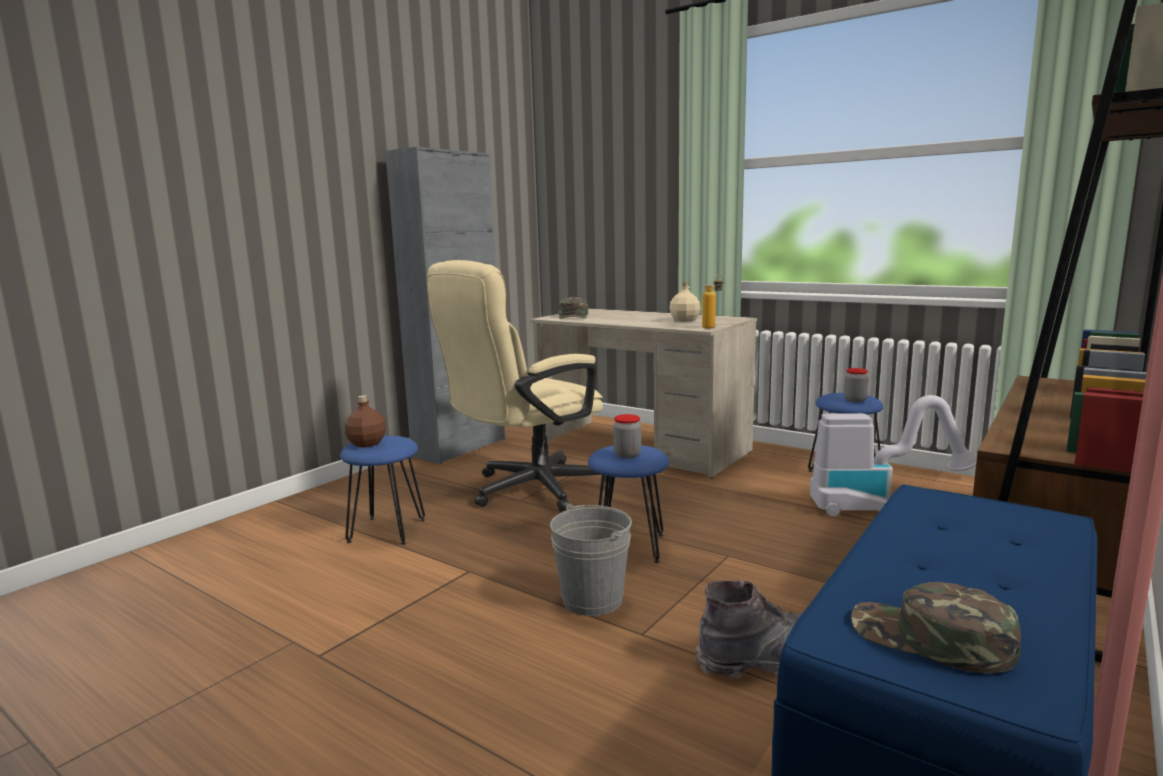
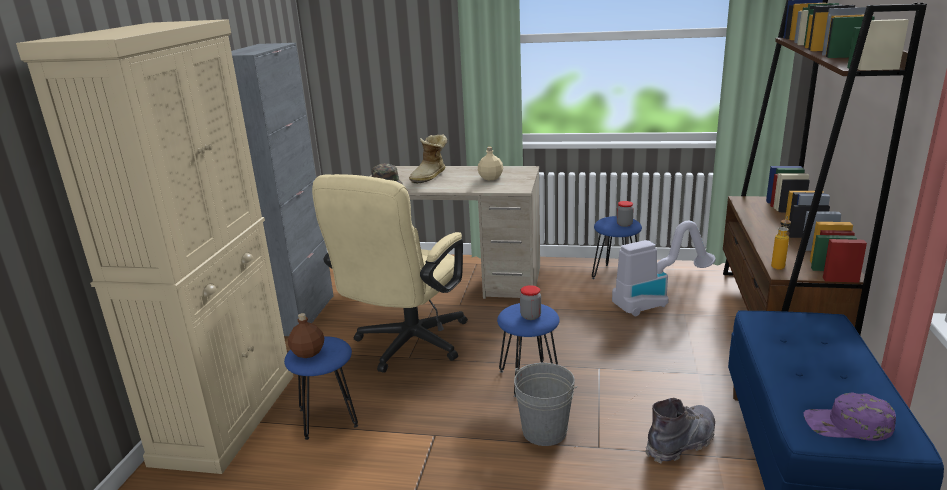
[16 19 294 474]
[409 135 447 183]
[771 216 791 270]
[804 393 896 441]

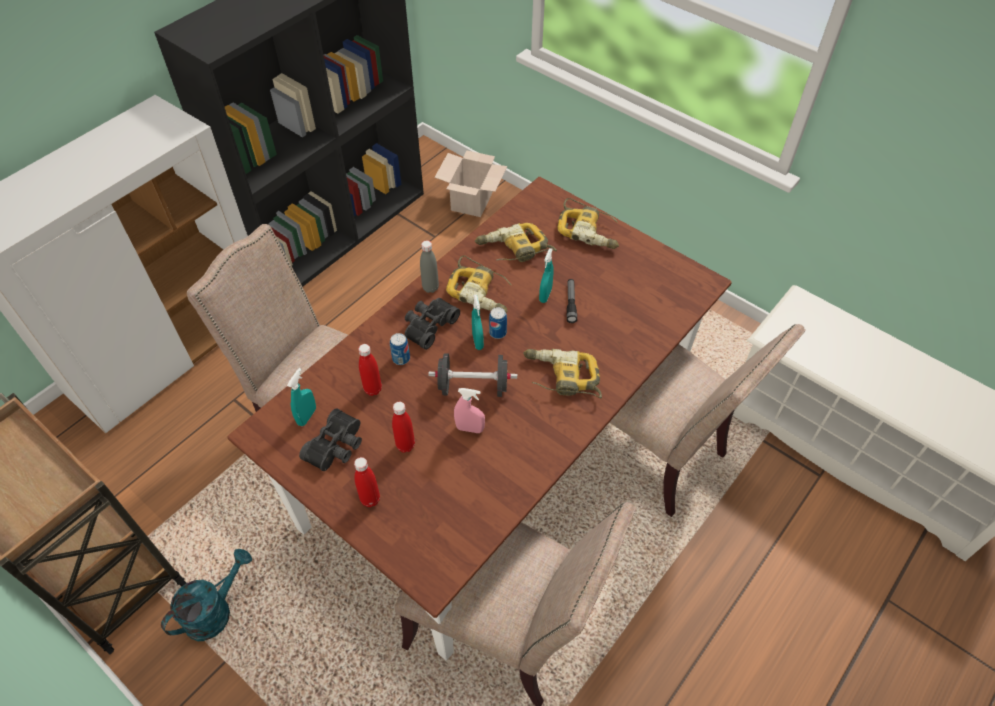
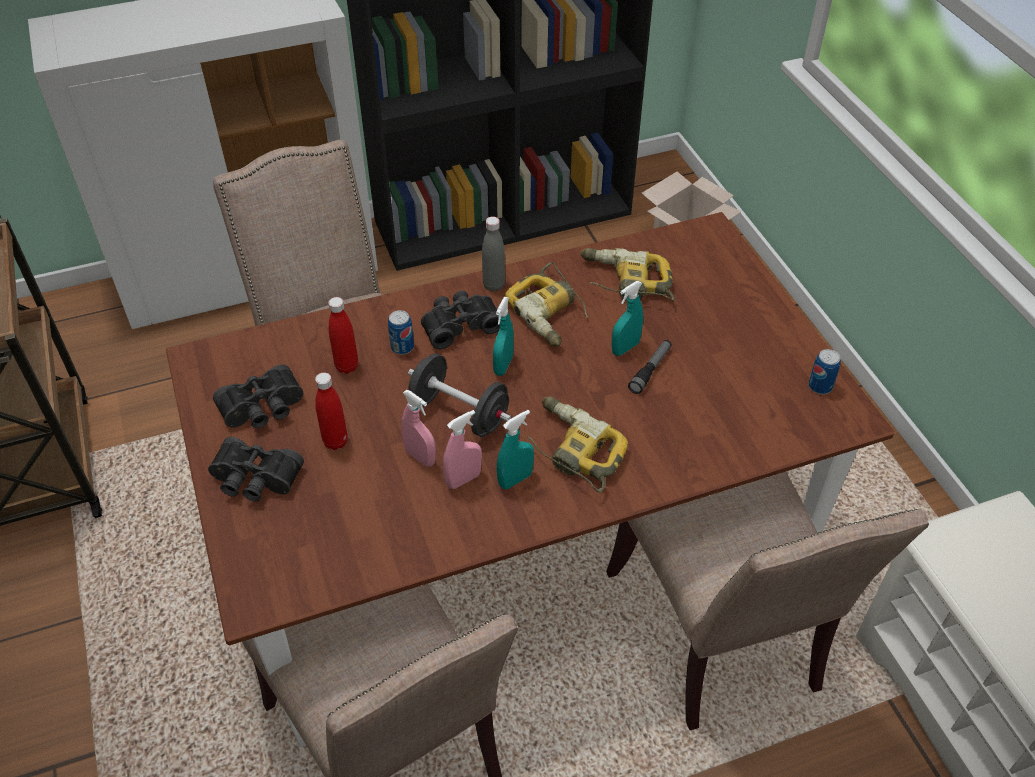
[161 549 252 641] (first image)
[558 198 619 249] (first image)
[443 410 482 489]
[496 410 534 489]
[808 349 841 394]
[208 437 304 502]

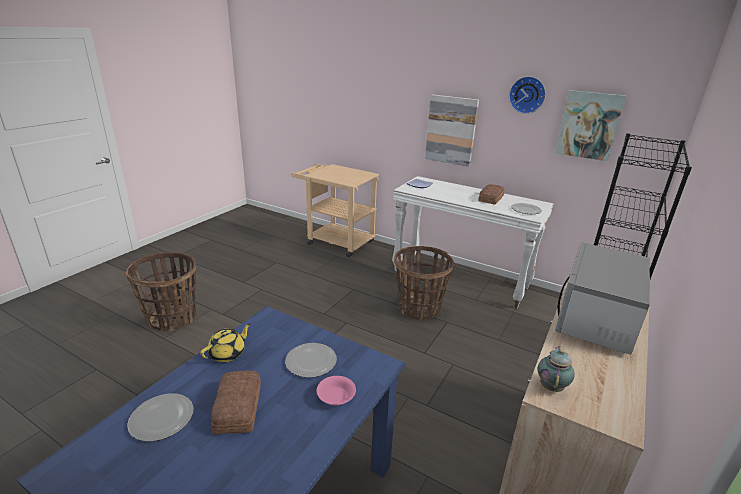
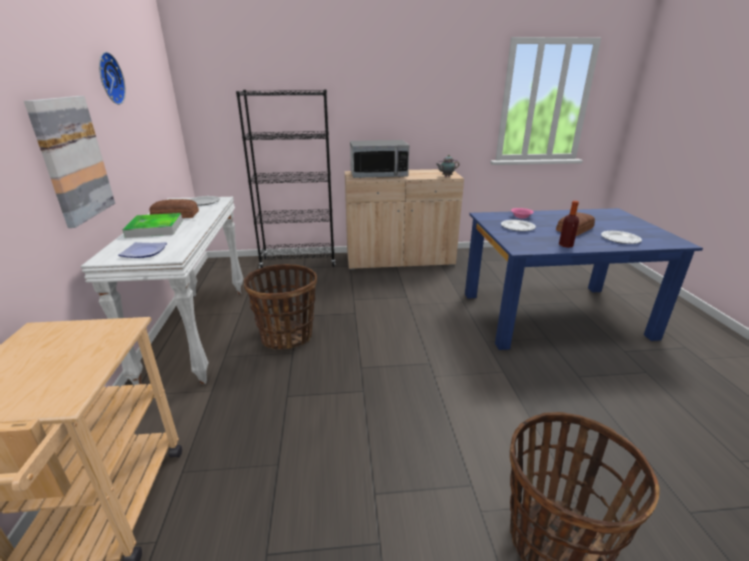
[555 90 626 161] (first image)
[123 213 183 238]
[559 201 579 248]

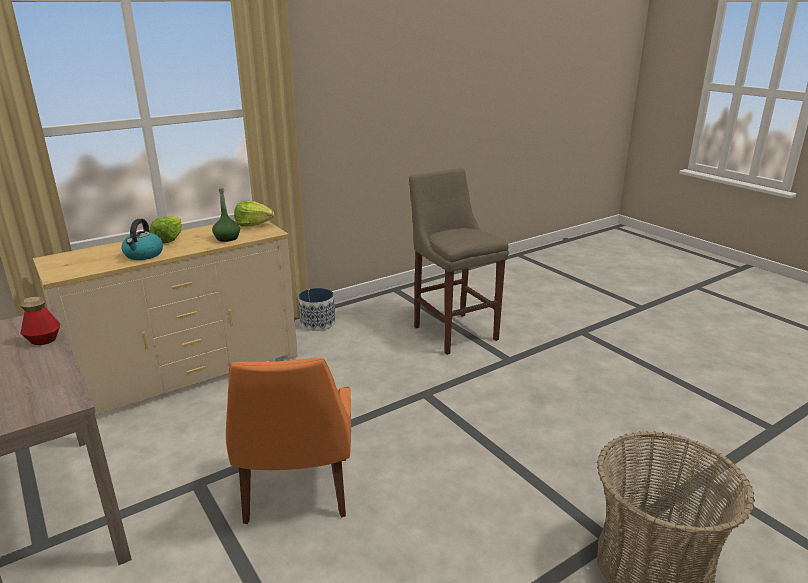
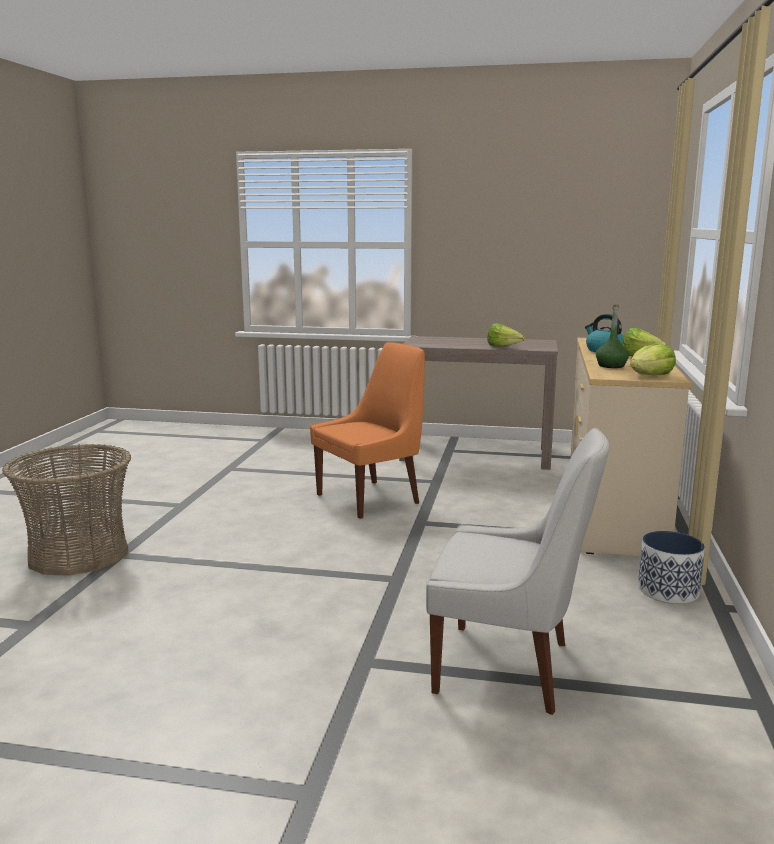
[487 323 525 347]
[426 428 610 715]
[310 342 425 519]

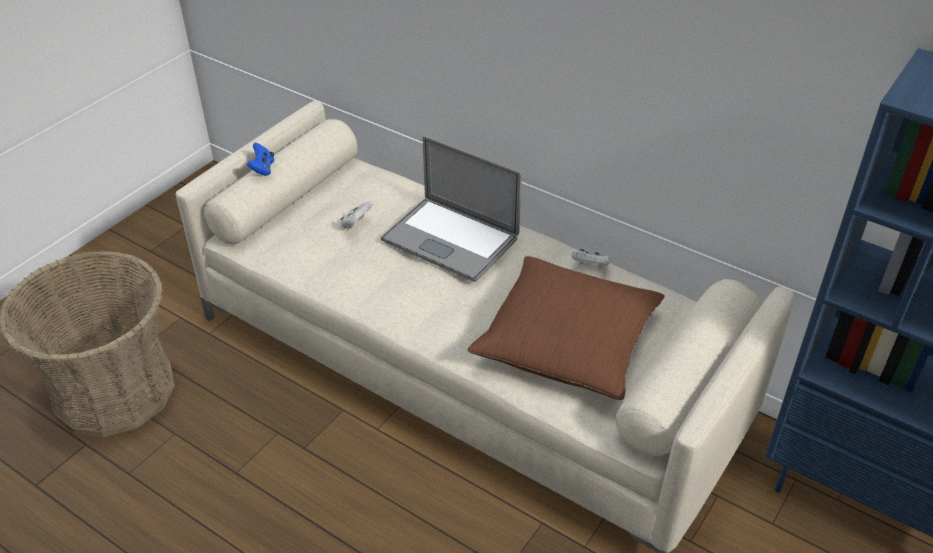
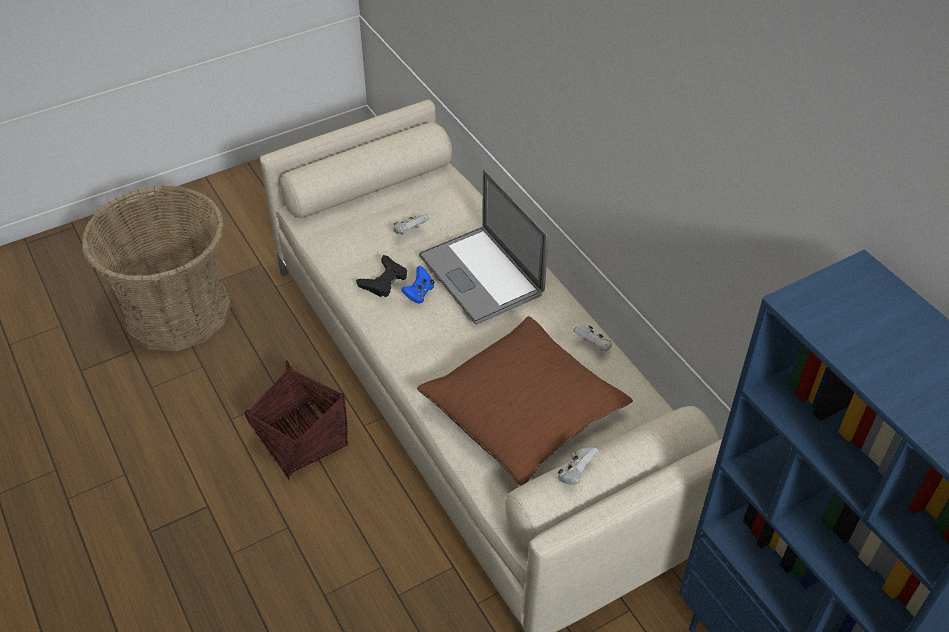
[244 360 348 479]
[356 255 407 297]
[558 447 599 485]
[401 266 434 304]

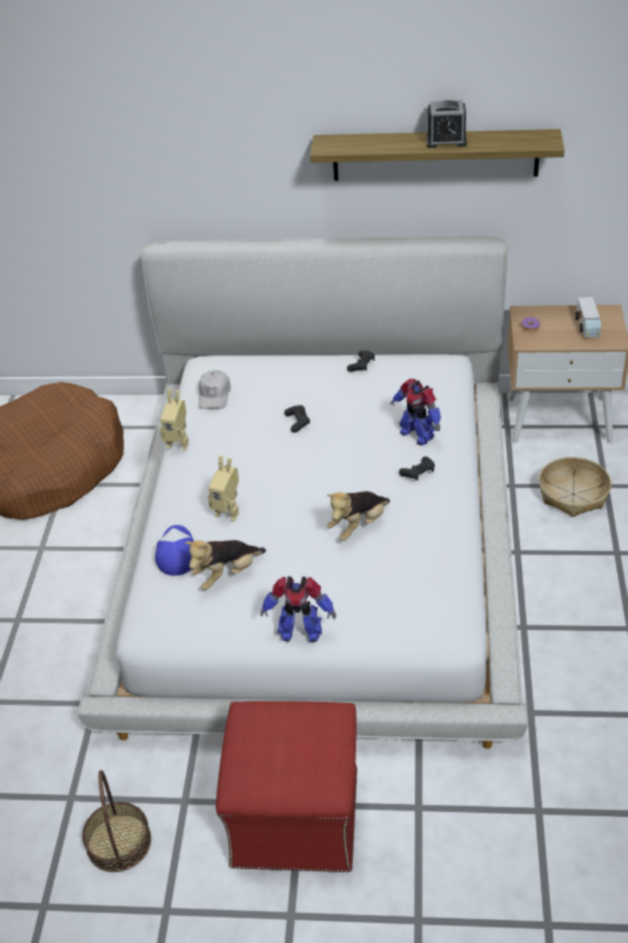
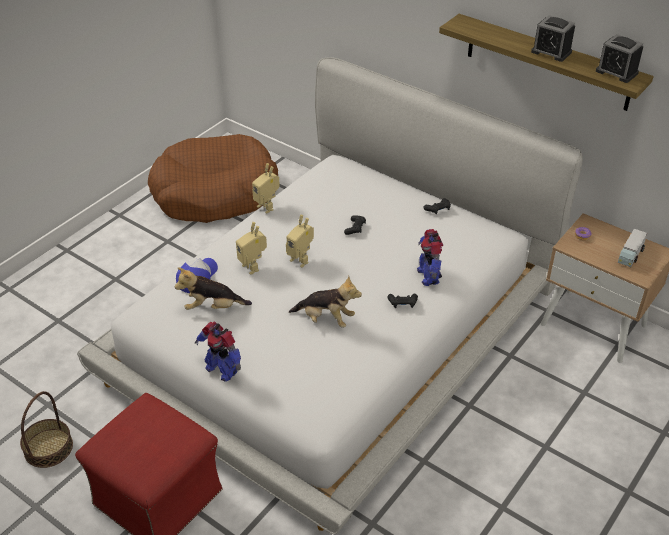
[199 370 231 409] (first image)
[539 457 612 517] (first image)
[286 215 314 268]
[596 34 643 83]
[289 276 362 328]

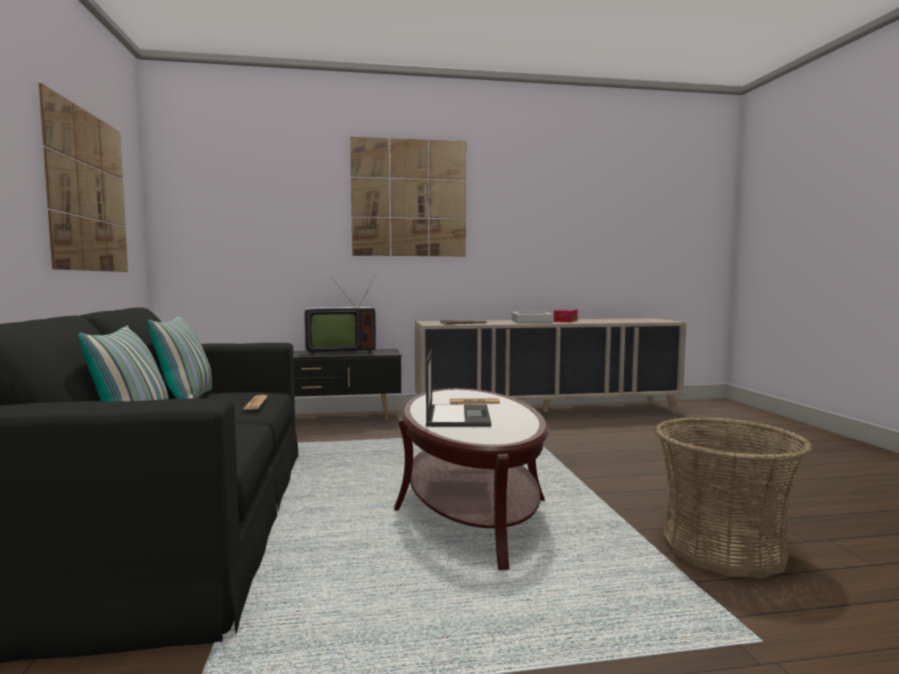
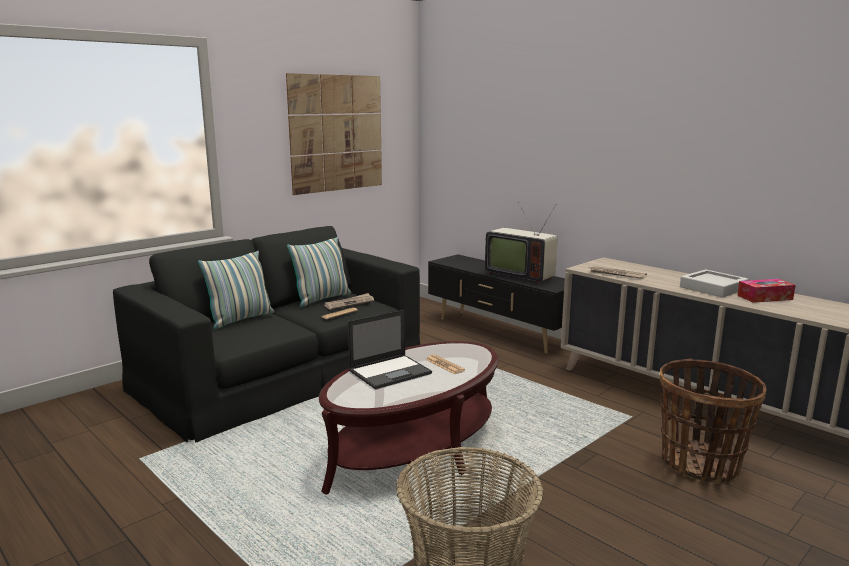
[350 137 466 256] (first image)
[324 293 374 310]
[660 359 766 484]

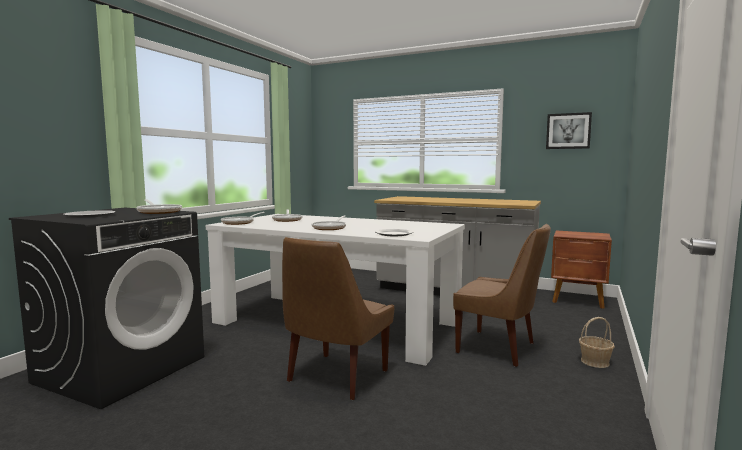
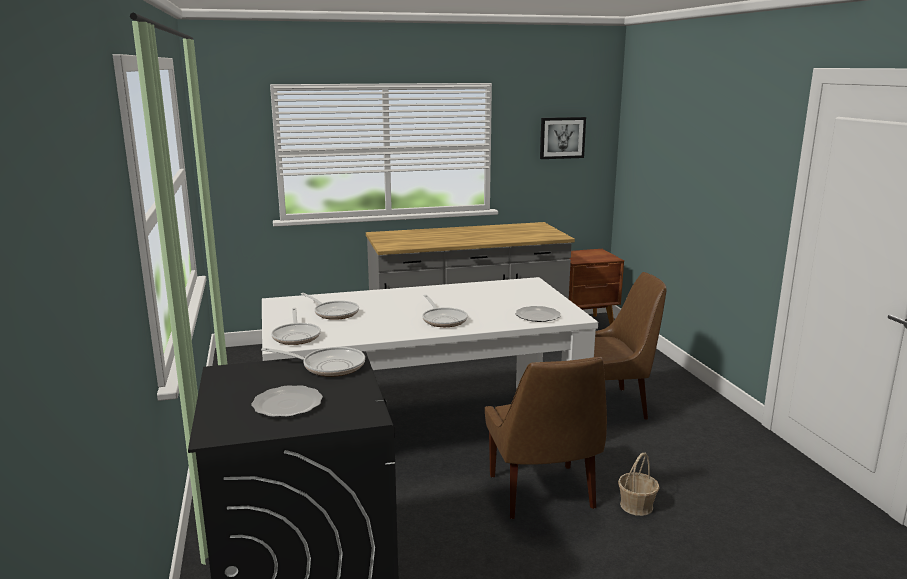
[618 453 660 516]

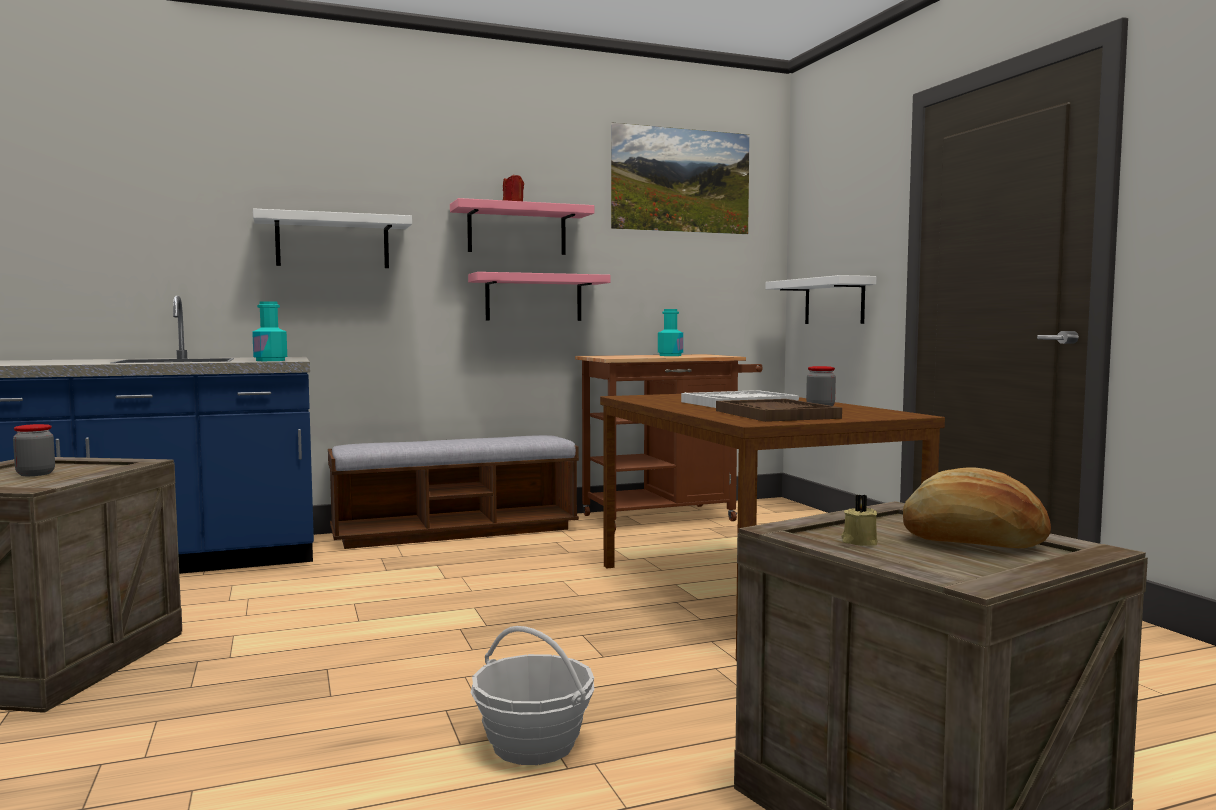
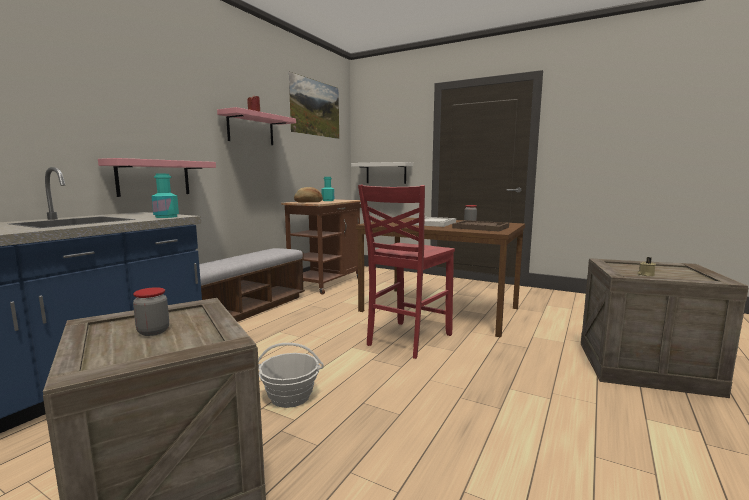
[253 208 412 268] (first image)
[358 184 455 359]
[98 158 216 197]
[258 343 324 408]
[294 187 323 202]

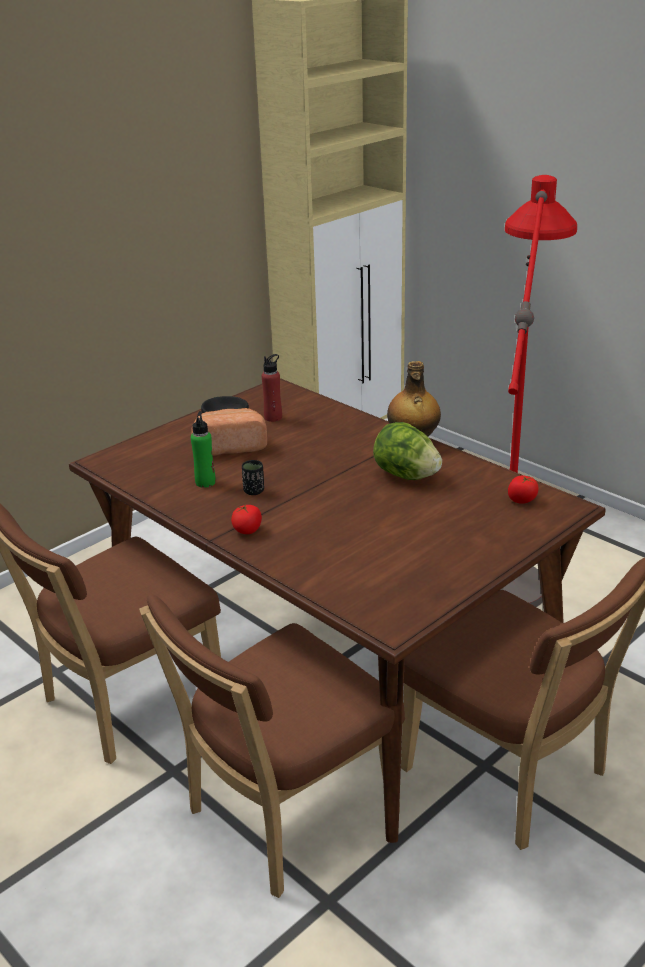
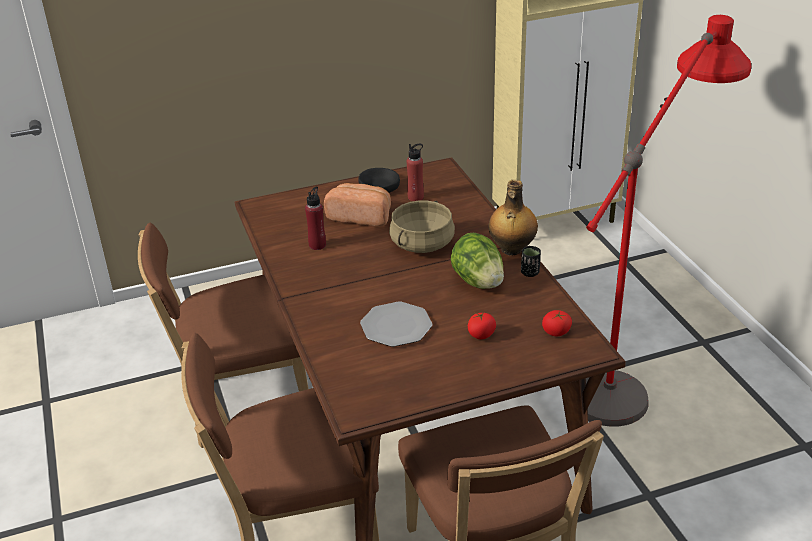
[360 302 432 347]
[389 200 455 253]
[468 313 496 339]
[521 246 541 277]
[305 187 326 250]

